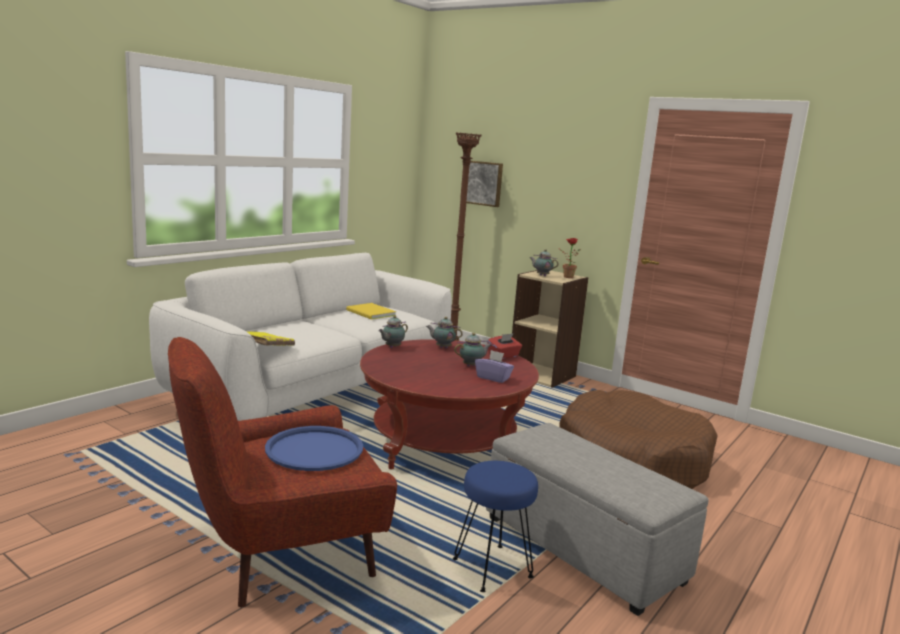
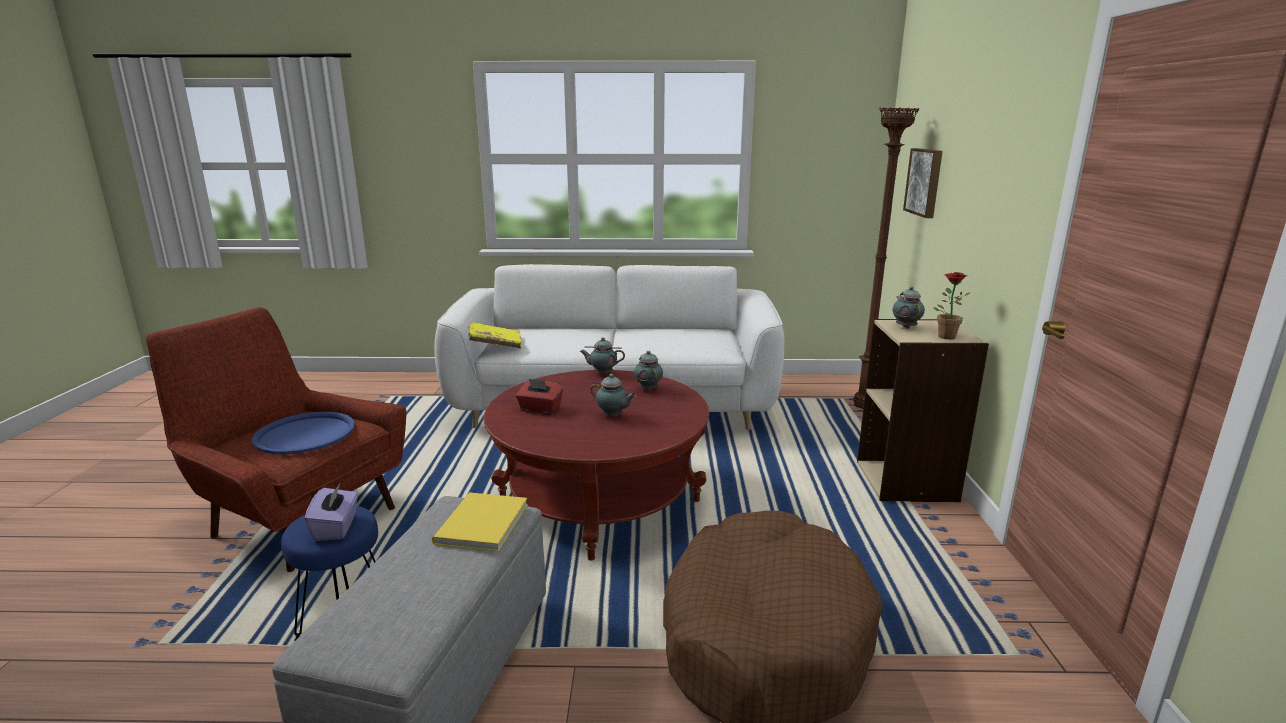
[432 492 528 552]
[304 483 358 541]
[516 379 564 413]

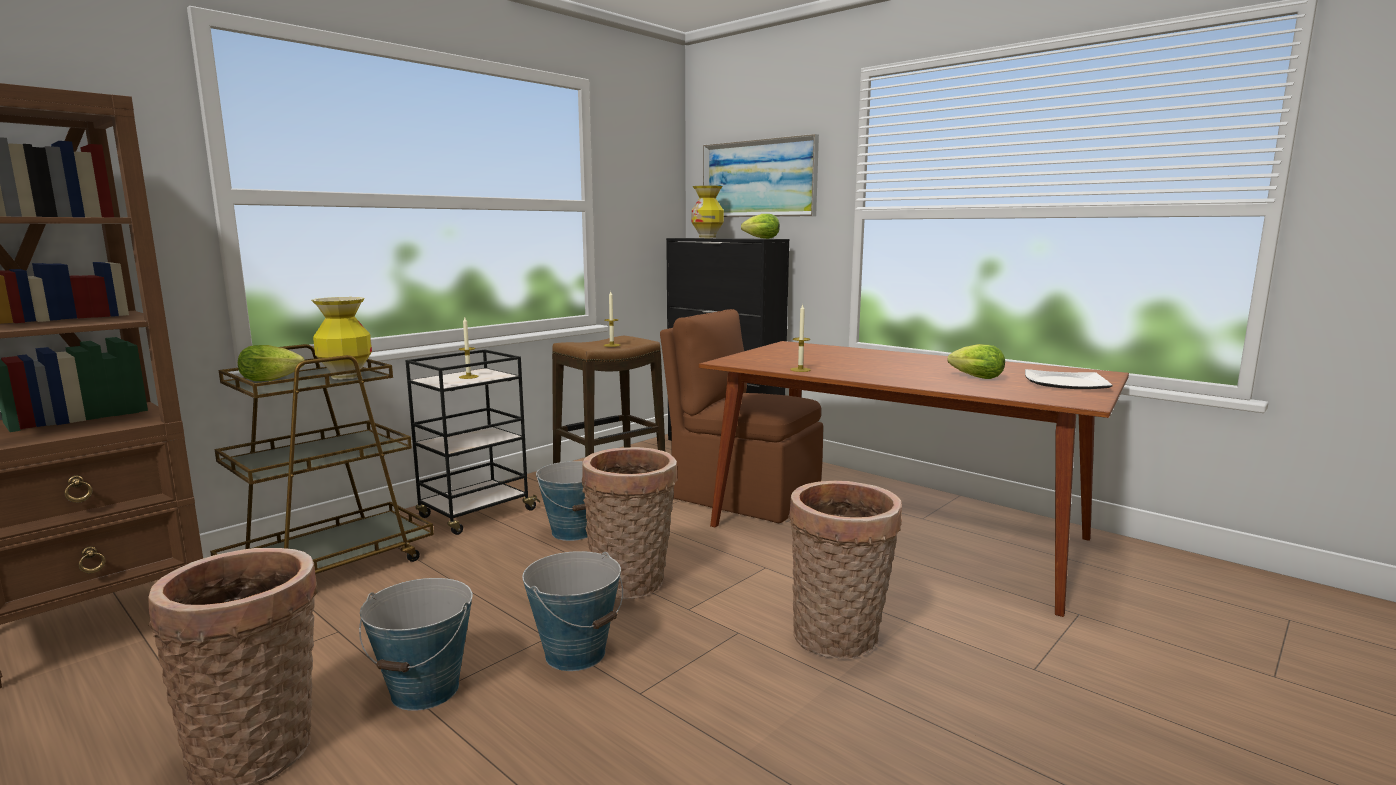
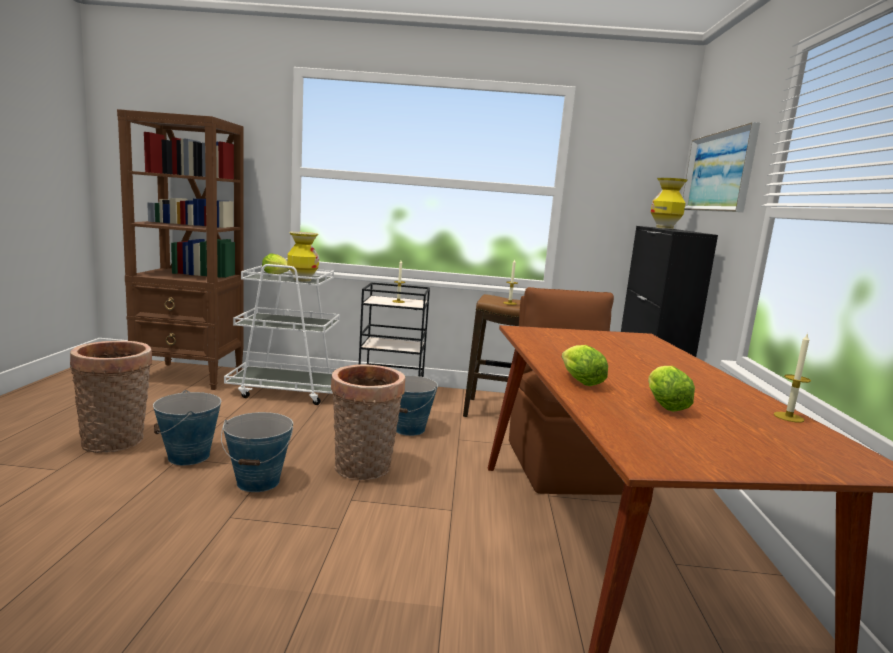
[788 481 902 659] (first image)
[1025 369 1113 389] (first image)
[562 345 608 386]
[774 333 811 423]
[224 258 340 405]

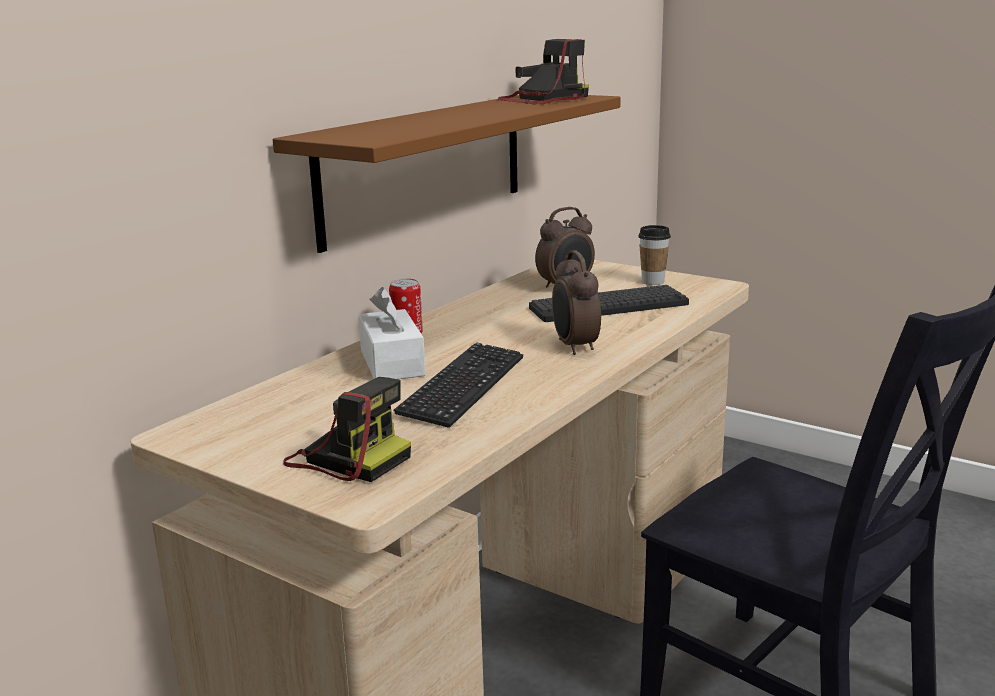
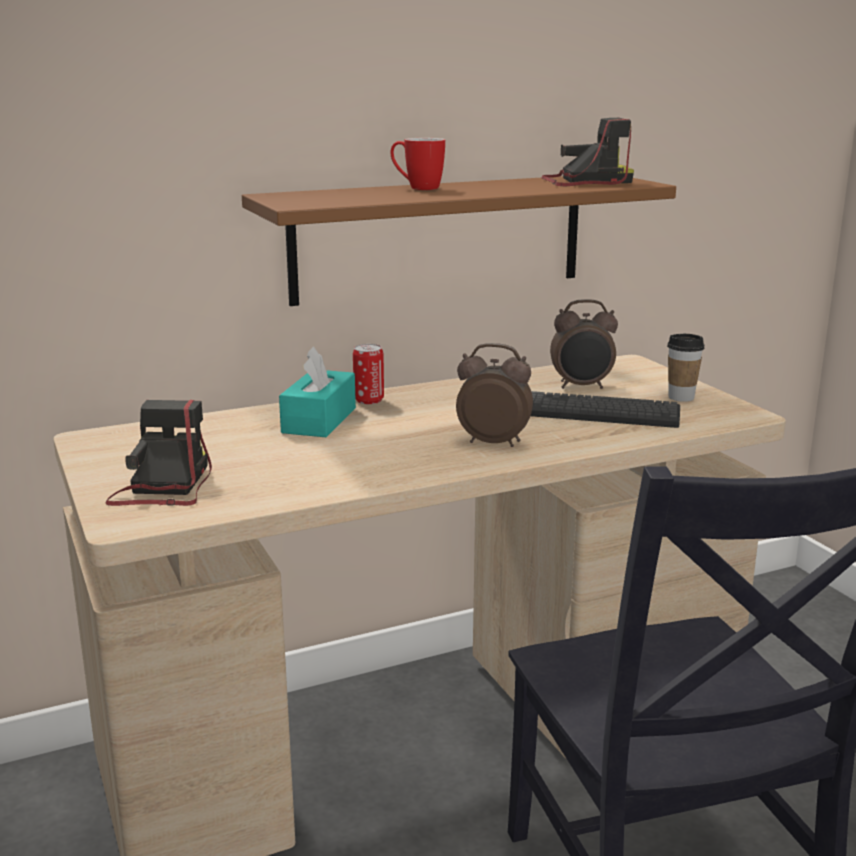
[394 343 523 428] (first image)
[391 138 445 190]
[279 346 356 437]
[106 400 212 506]
[456 343 533 447]

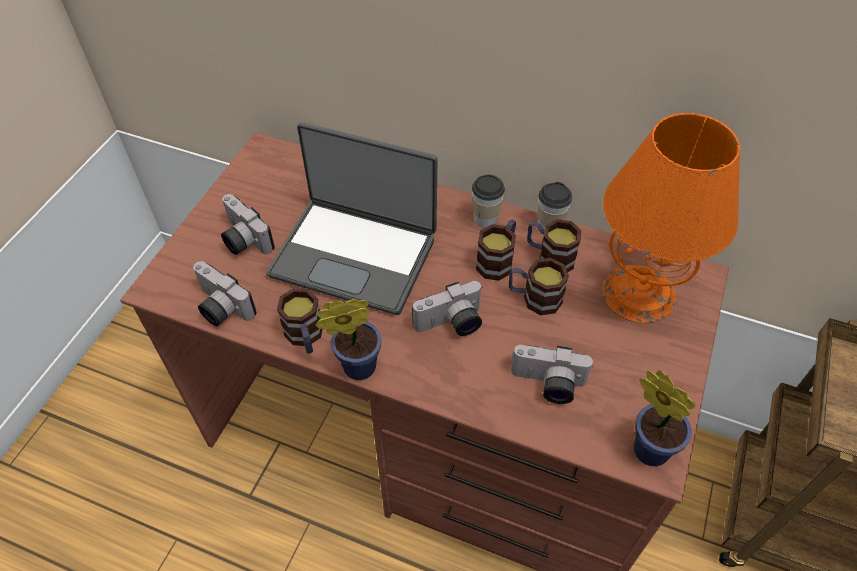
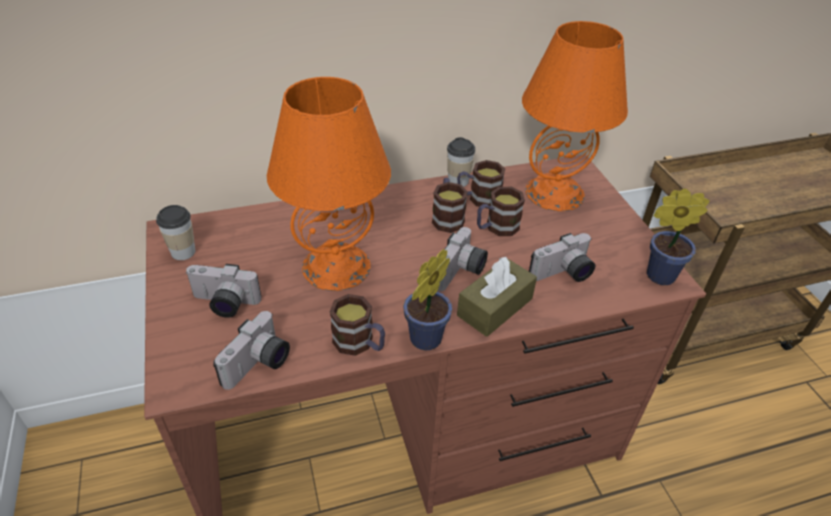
[457 257 537 337]
[156 205 196 260]
[267 77 391 291]
[213 311 290 390]

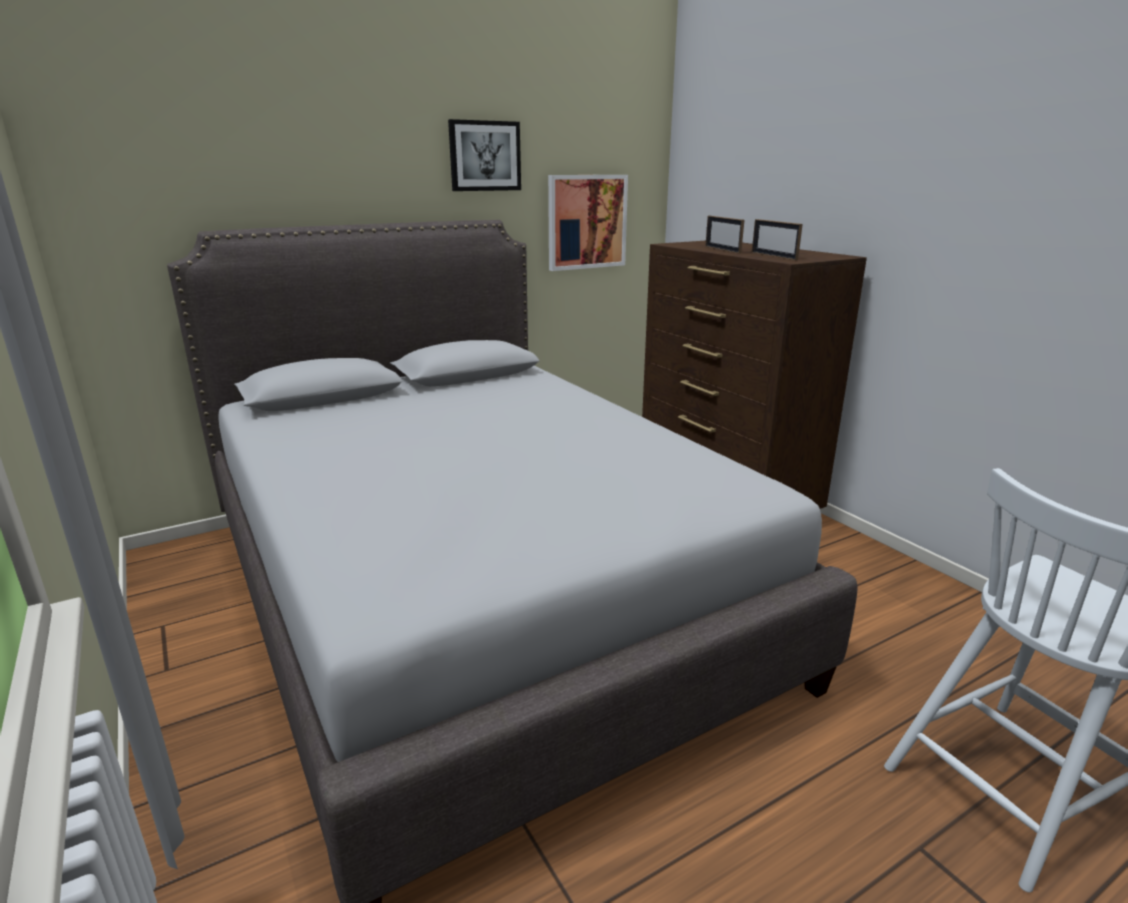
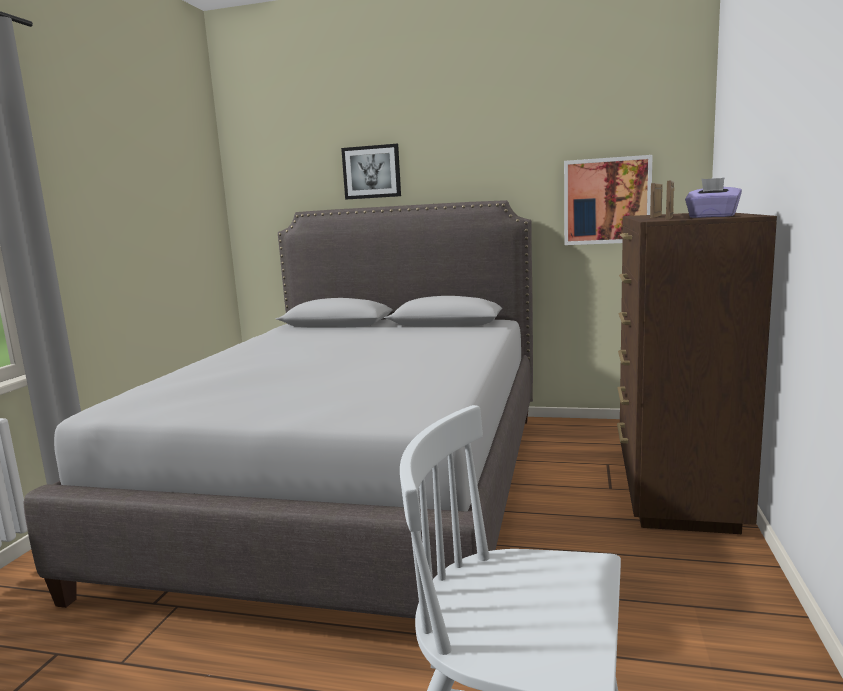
[685 178 742 218]
[341 144 401 199]

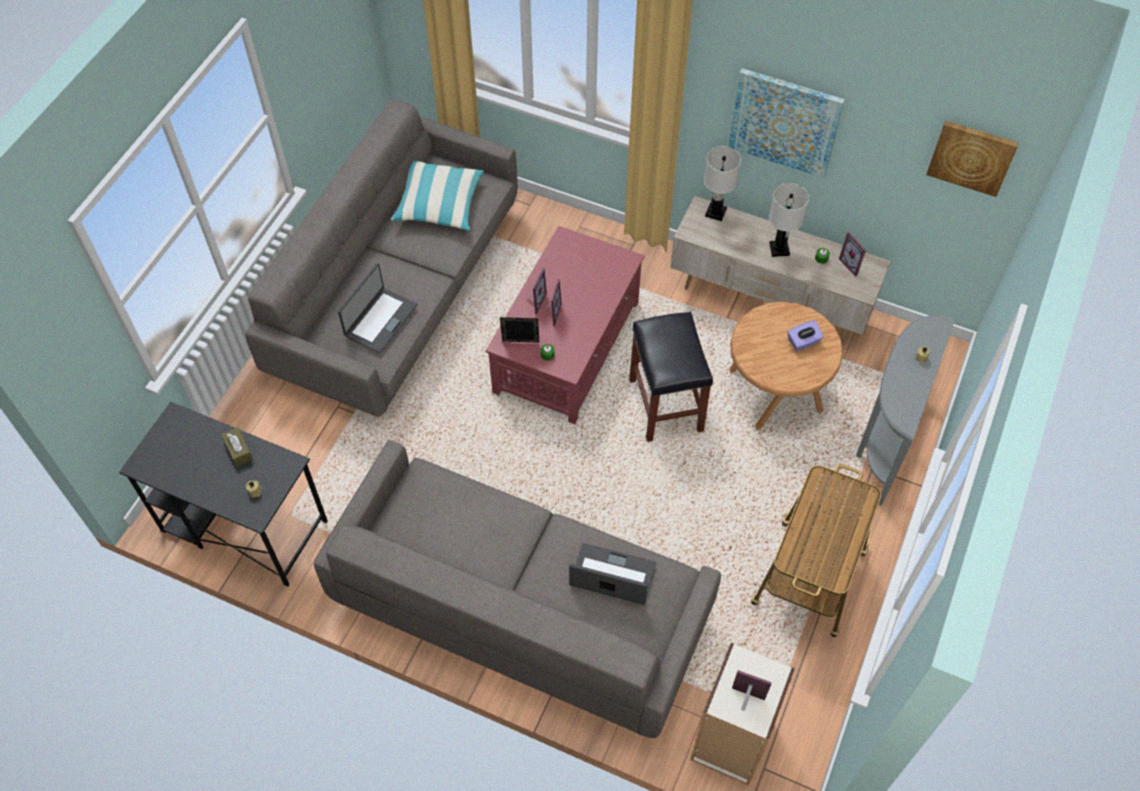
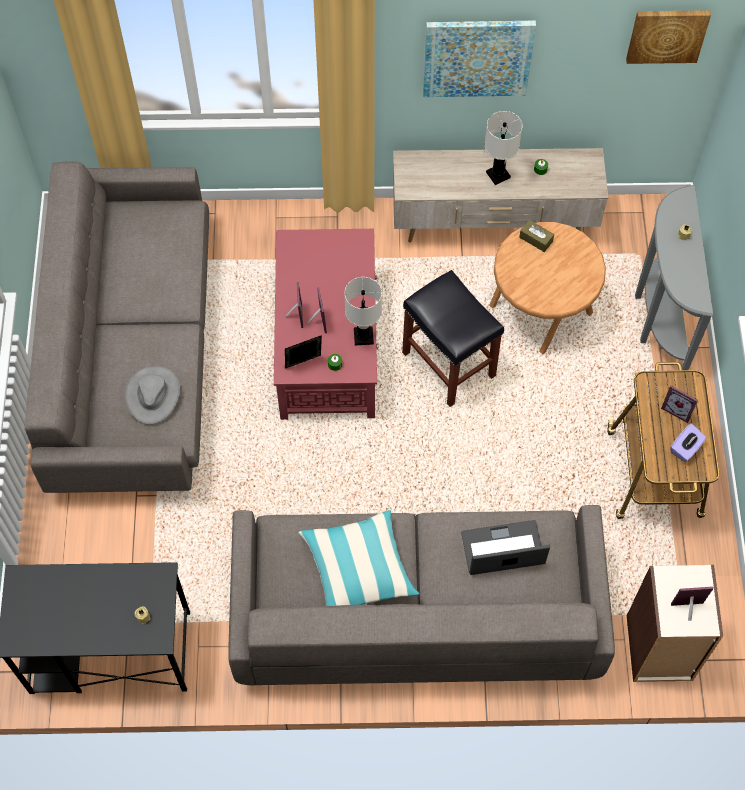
[519 220 554 252]
[299 510 420 606]
[344 277 382 345]
[670 423 706 462]
[661 386 698 423]
[125 366 180 425]

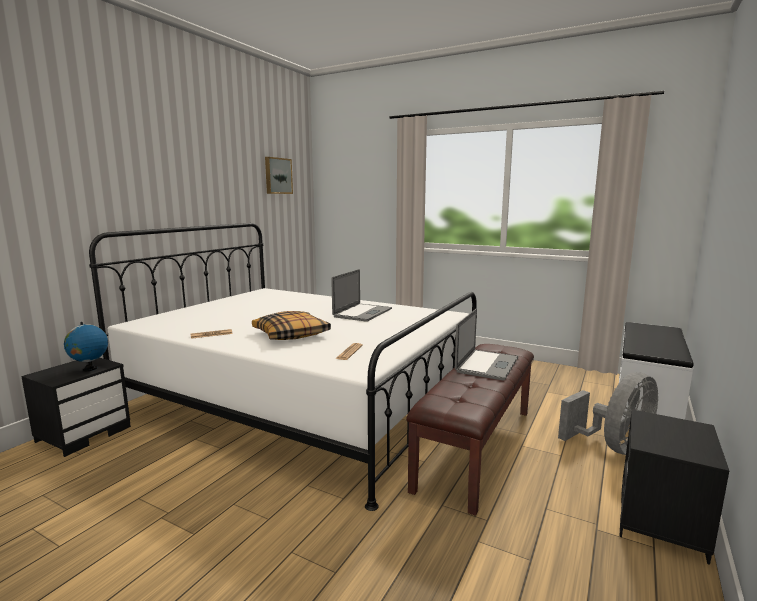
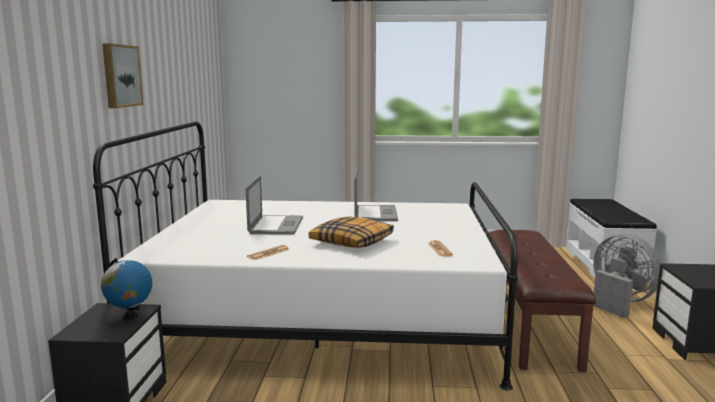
[102 43 143 108]
[246 175 303 235]
[593 234 661 318]

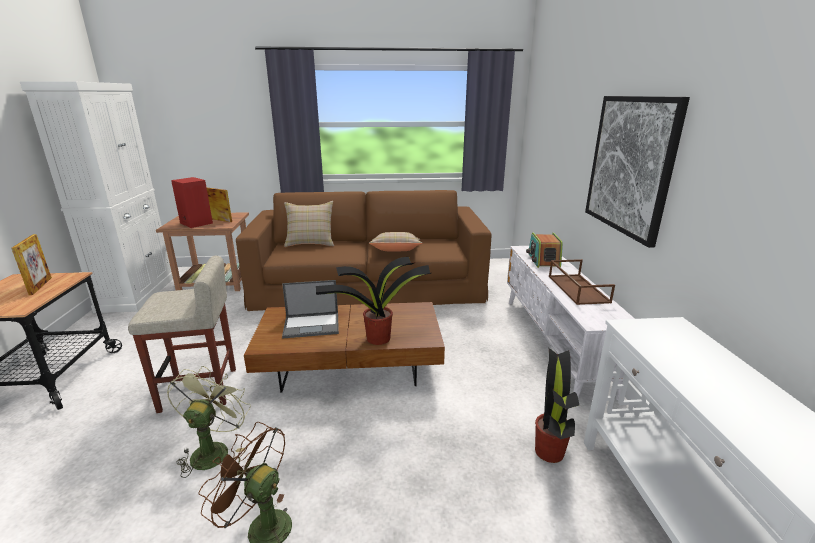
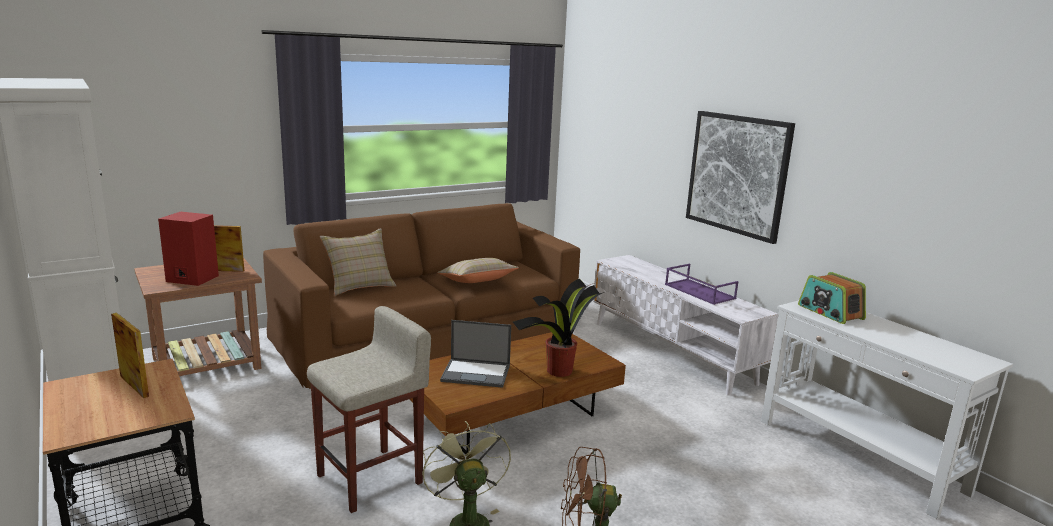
[535 348 579 463] (first image)
[798 272 866 324]
[665 264 739 305]
[440 320 511 388]

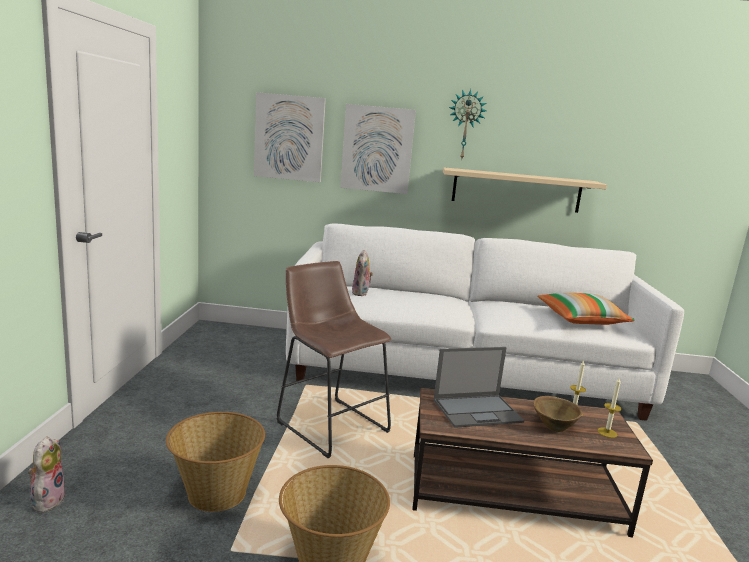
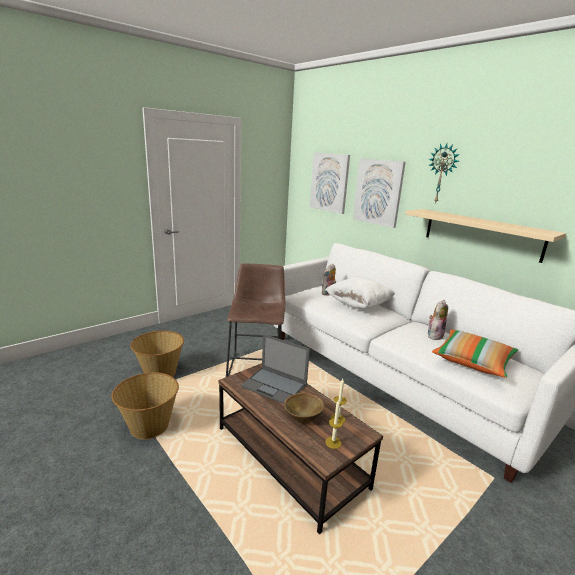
[325 276 395 309]
[428 300 448 340]

